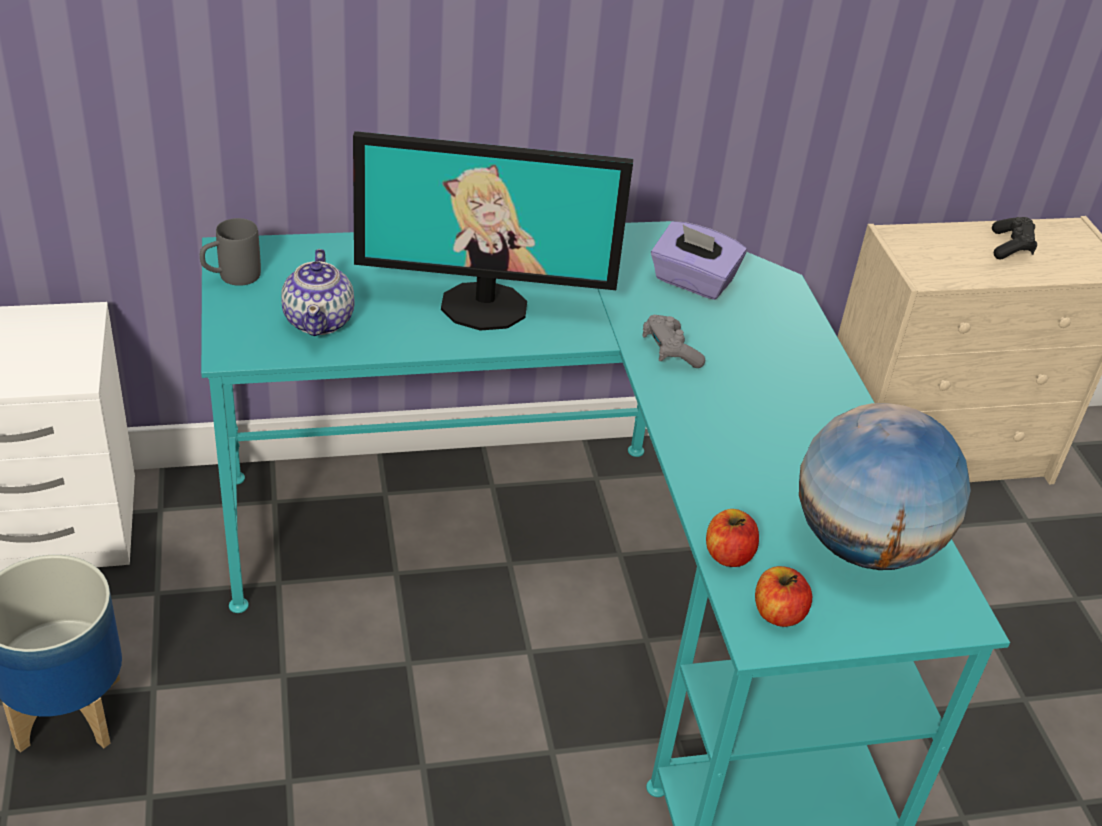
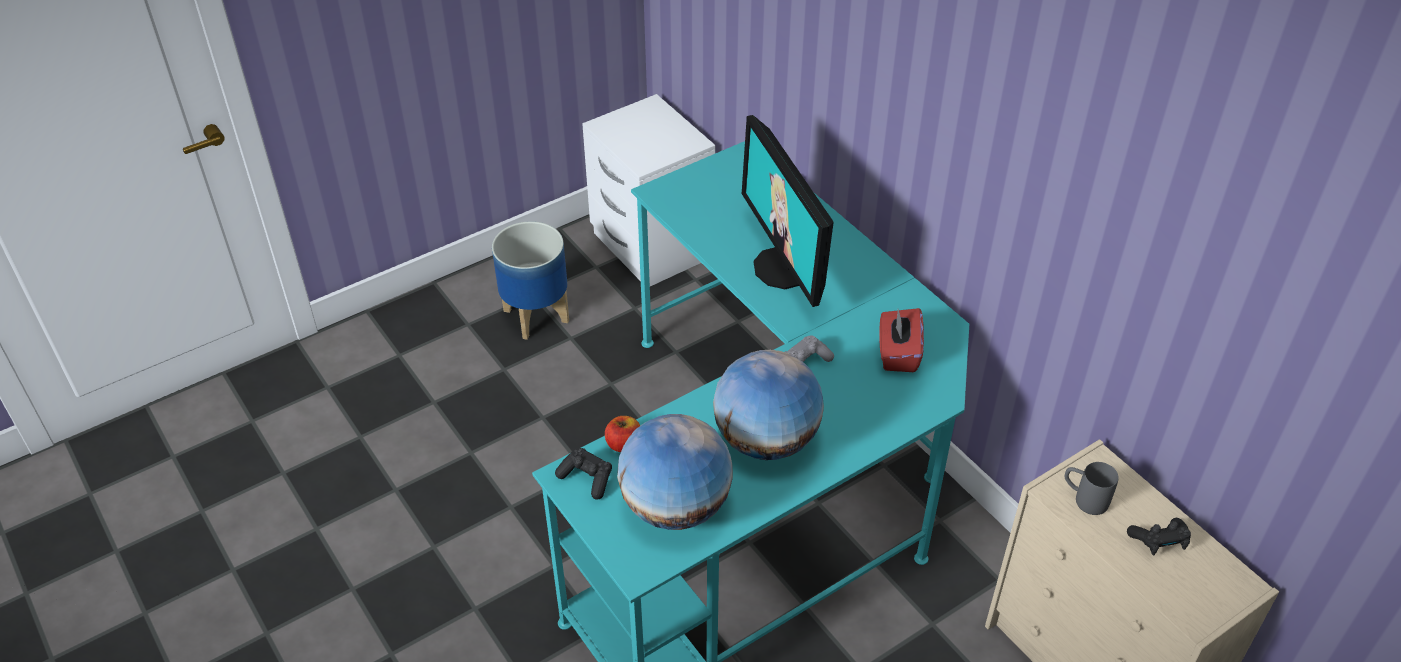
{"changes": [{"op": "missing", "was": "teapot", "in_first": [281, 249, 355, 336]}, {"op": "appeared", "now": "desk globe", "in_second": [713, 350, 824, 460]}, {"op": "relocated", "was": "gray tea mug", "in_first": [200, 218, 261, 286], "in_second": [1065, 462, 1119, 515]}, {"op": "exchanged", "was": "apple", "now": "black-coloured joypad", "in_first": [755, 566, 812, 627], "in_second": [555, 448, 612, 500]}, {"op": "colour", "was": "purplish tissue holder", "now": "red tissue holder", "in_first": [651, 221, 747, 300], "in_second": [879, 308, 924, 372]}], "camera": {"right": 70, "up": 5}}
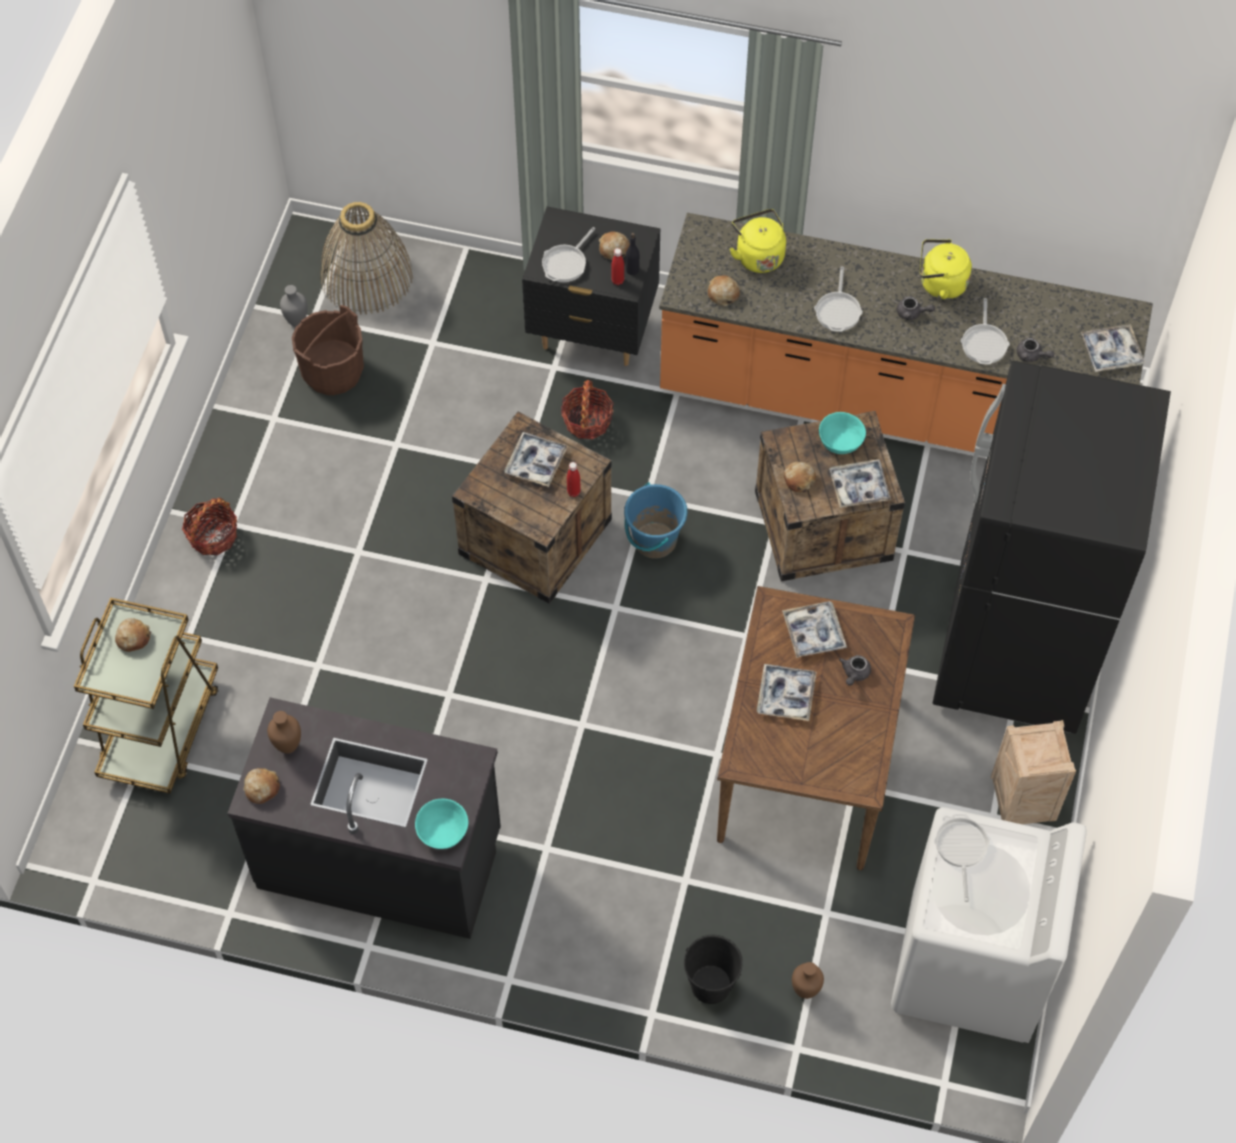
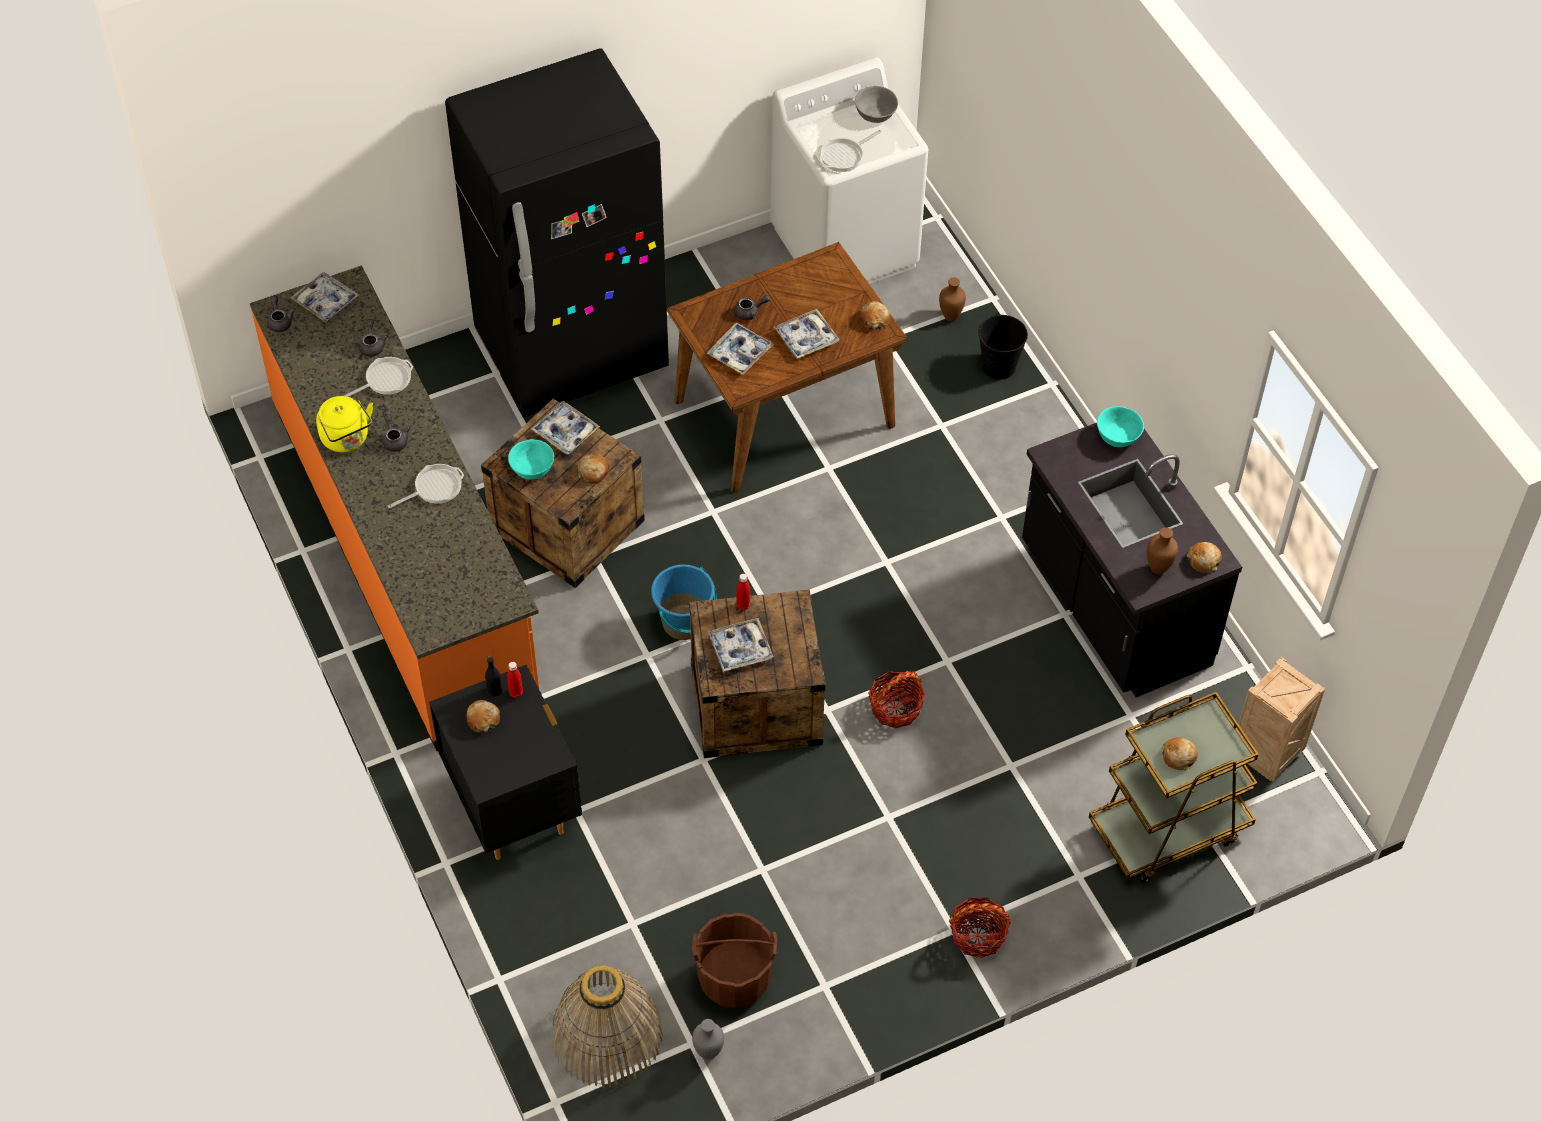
{"changes": [{"op": "missing", "was": "pan", "in_first": [542, 227, 595, 282]}, {"op": "missing", "was": "yellow water kettle", "in_first": [730, 209, 786, 273]}, {"op": "appeared", "now": "gray teapot", "in_second": [267, 295, 295, 332]}, {"op": "appeared", "now": "gray deep dish", "in_second": [855, 86, 898, 123]}, {"op": "relocated", "was": "household basket", "in_first": [561, 380, 614, 439], "in_second": [868, 671, 925, 728]}, {"op": "relocated", "was": "bread", "in_first": [708, 275, 740, 306], "in_second": [860, 301, 890, 330]}, {"op": "relocated", "was": "packing crate", "in_first": [991, 720, 1076, 824], "in_second": [1237, 657, 1325, 782]}], "camera": {"right": -130, "up": -5}}
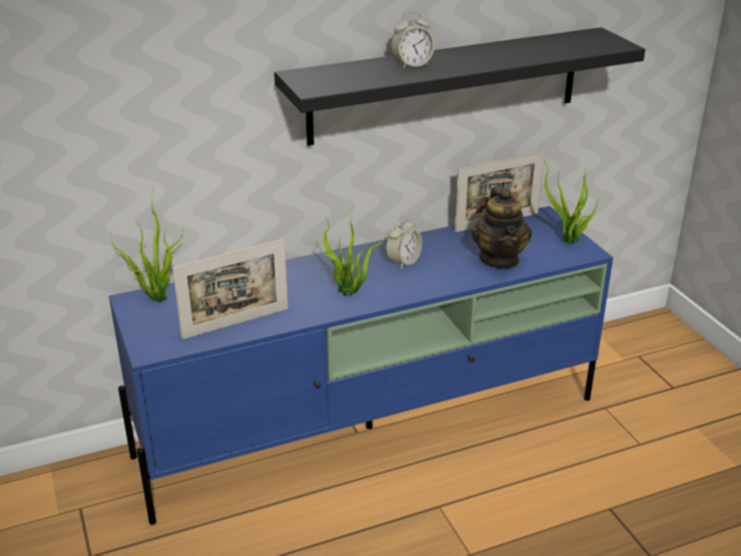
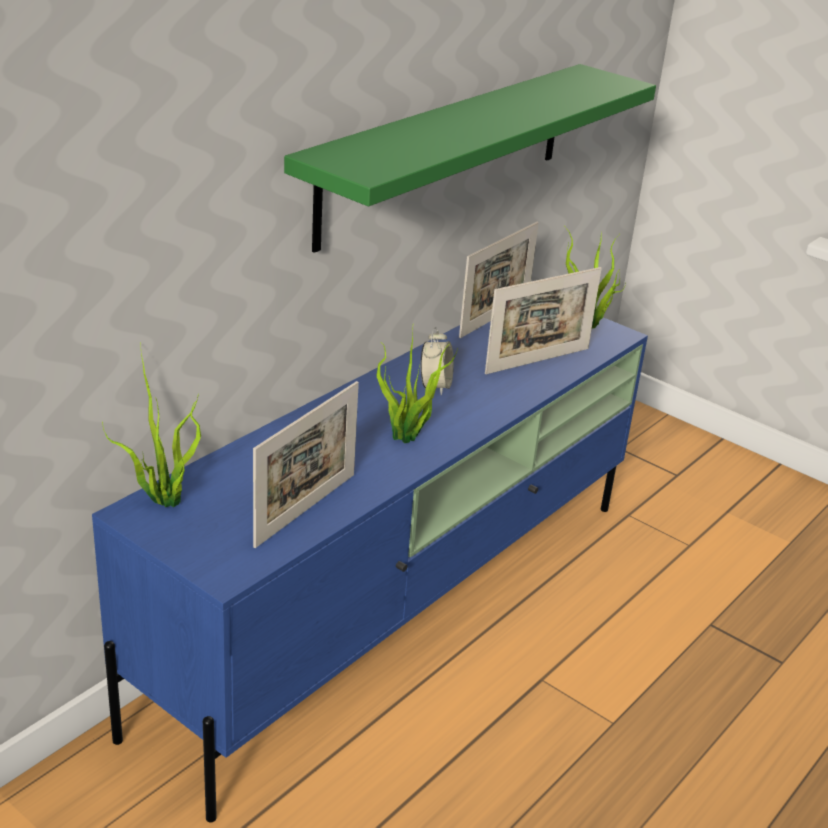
{"changes": [{"op": "missing", "was": "table clock", "in_first": [391, 12, 435, 69]}, {"op": "exchanged", "was": "teapot", "now": "standing frame", "in_first": [471, 187, 532, 269], "in_second": [485, 267, 602, 374]}, {"op": "colour", "was": "black-coloured bracket shelf", "now": "green-coloured bracket shelf", "in_first": [274, 27, 645, 146], "in_second": [284, 64, 656, 253]}], "camera": {"right": -30, "up": 0}}
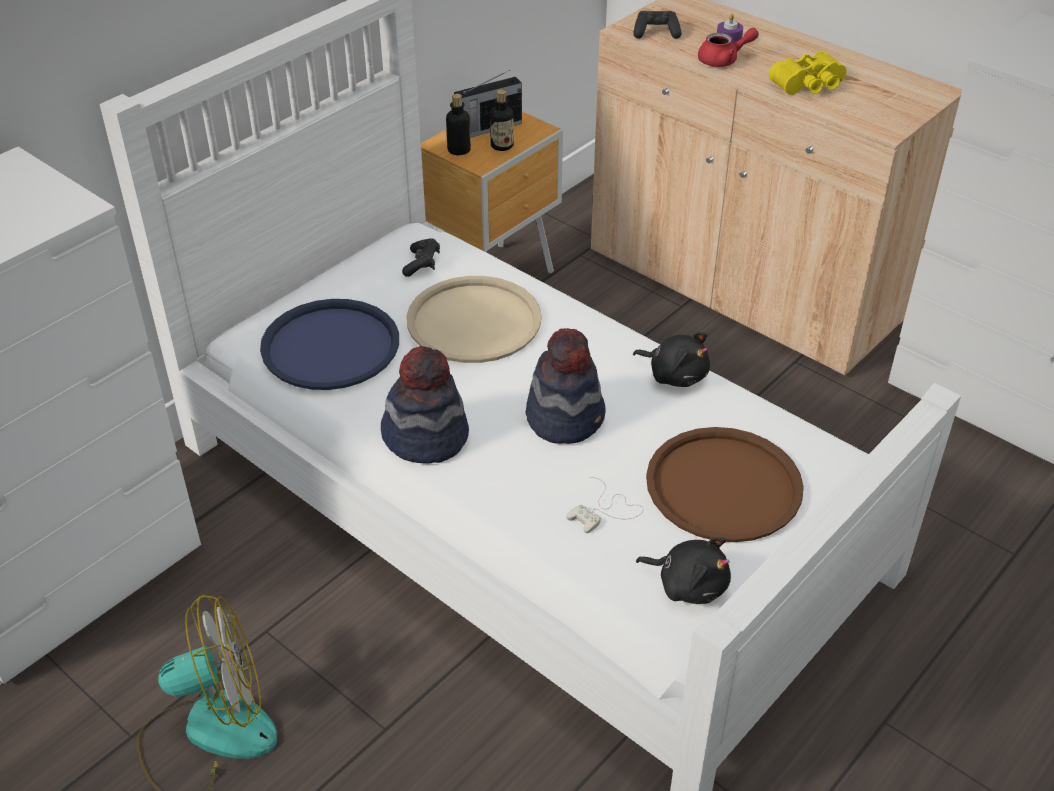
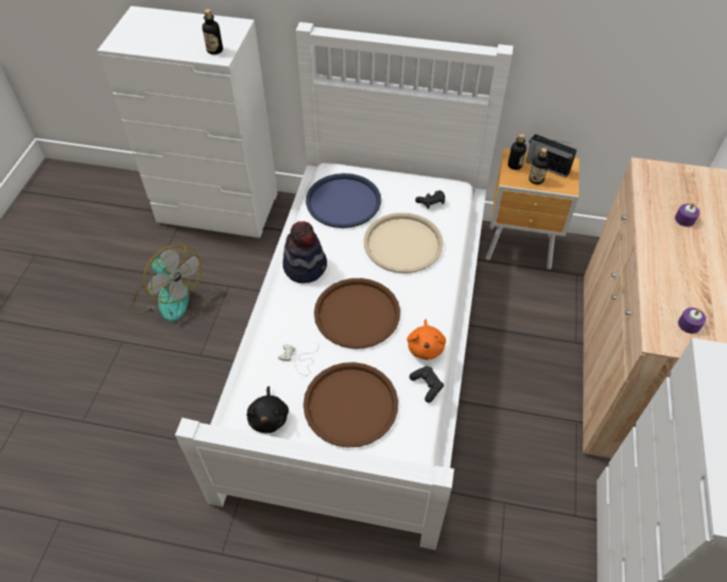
{"changes": [{"op": "missing", "was": "red teapot", "in_first": [698, 28, 759, 67]}, {"op": "missing", "was": "yellow field glasses", "in_first": [769, 51, 846, 95]}, {"op": "appeared", "now": "bottle", "in_second": [202, 9, 223, 55]}, {"op": "appeared", "now": "purplish candle", "in_second": [678, 308, 706, 334]}, {"op": "relocated", "was": "black-coloured joypad", "in_first": [633, 11, 682, 39], "in_second": [409, 366, 444, 403]}, {"op": "exchanged", "was": "wearable hat", "now": "brownish serving tray", "in_first": [525, 328, 606, 444], "in_second": [314, 278, 400, 349]}, {"op": "colour", "was": "black-coloured plush toy", "now": "orangey plush toy", "in_first": [633, 332, 710, 387], "in_second": [407, 319, 446, 360]}], "camera": {"right": 60, "up": 10}}
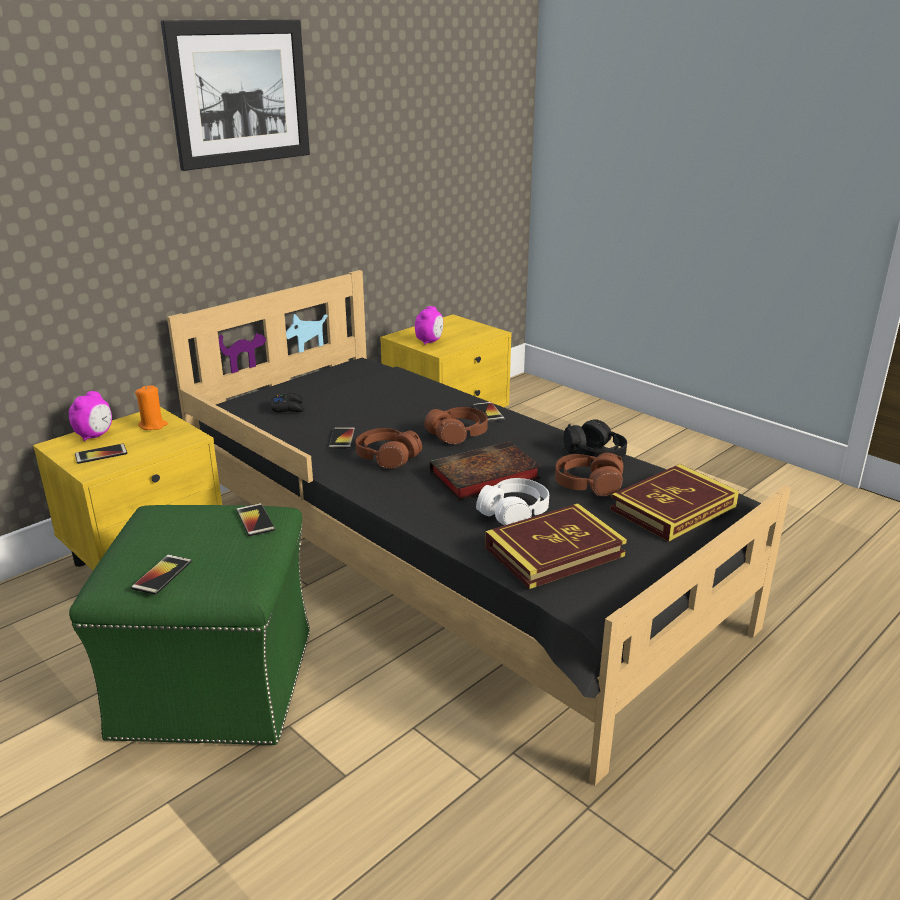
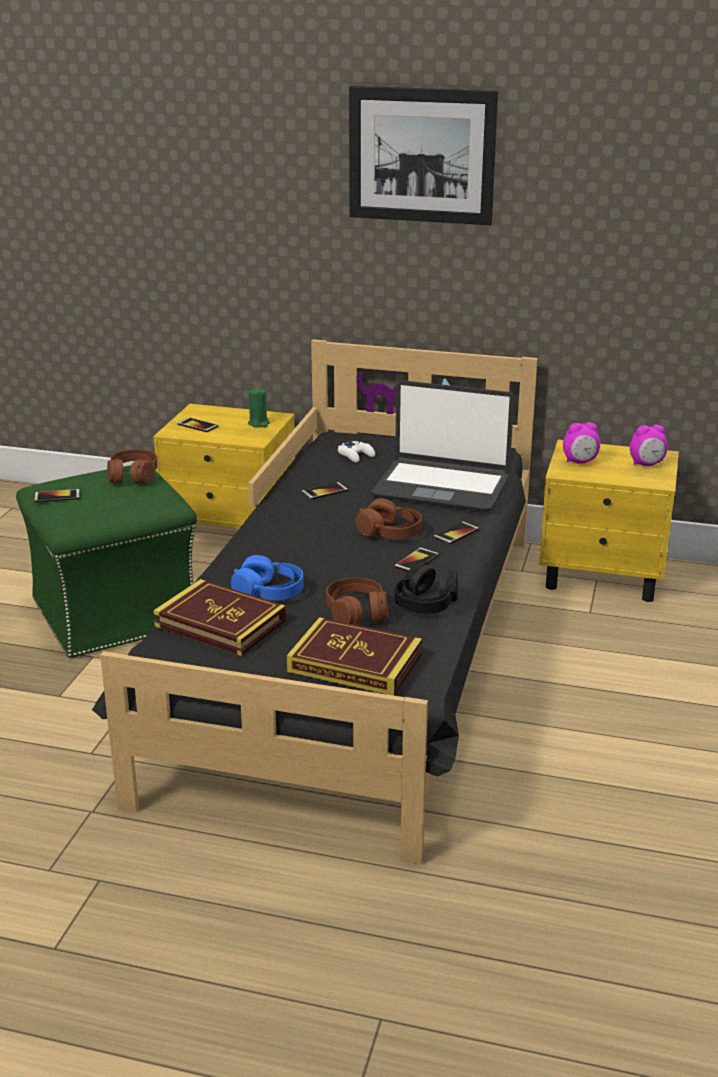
{"changes": [{"op": "missing", "was": "bound book", "in_first": [430, 441, 541, 501]}, {"op": "appeared", "now": "portable computer", "in_second": [372, 380, 514, 512]}, {"op": "relocated", "was": "table clock", "in_first": [69, 391, 112, 441], "in_second": [630, 425, 668, 466]}, {"op": "relocated", "was": "phone", "in_first": [236, 503, 275, 536], "in_second": [394, 547, 439, 572]}, {"op": "relocated", "was": "brownish pair of headphones", "in_first": [356, 428, 422, 469], "in_second": [107, 450, 158, 484]}, {"op": "colour", "was": "orangey candle", "now": "green-coloured candle", "in_first": [135, 385, 168, 430], "in_second": [248, 387, 270, 428]}, {"op": "colour", "was": "black-coloured joypad", "now": "white joypad", "in_first": [271, 393, 304, 412], "in_second": [338, 441, 375, 463]}, {"op": "colour", "was": "white pair of headphones", "now": "bluish pair of headphones", "in_first": [476, 478, 549, 525], "in_second": [231, 555, 304, 600]}], "camera": {"right": 60, "up": 0}}
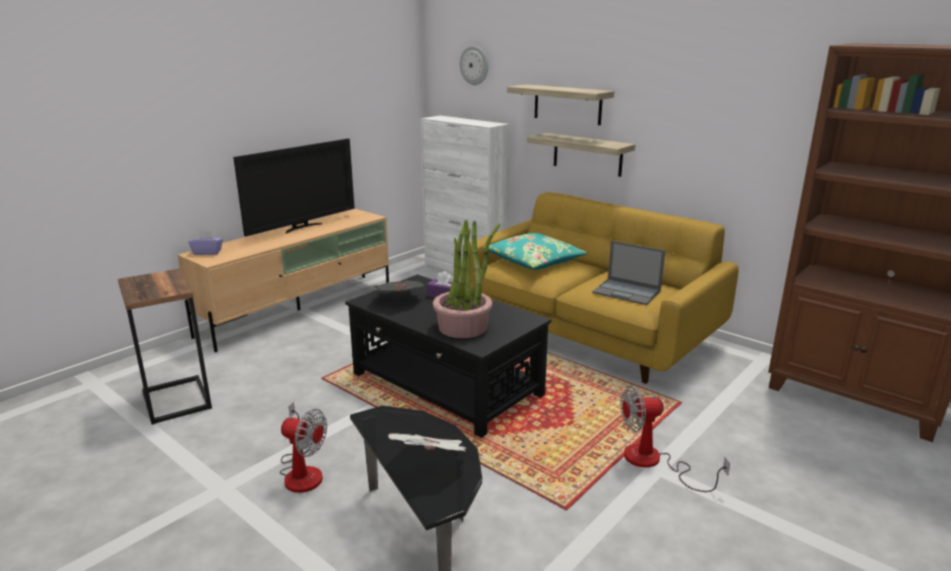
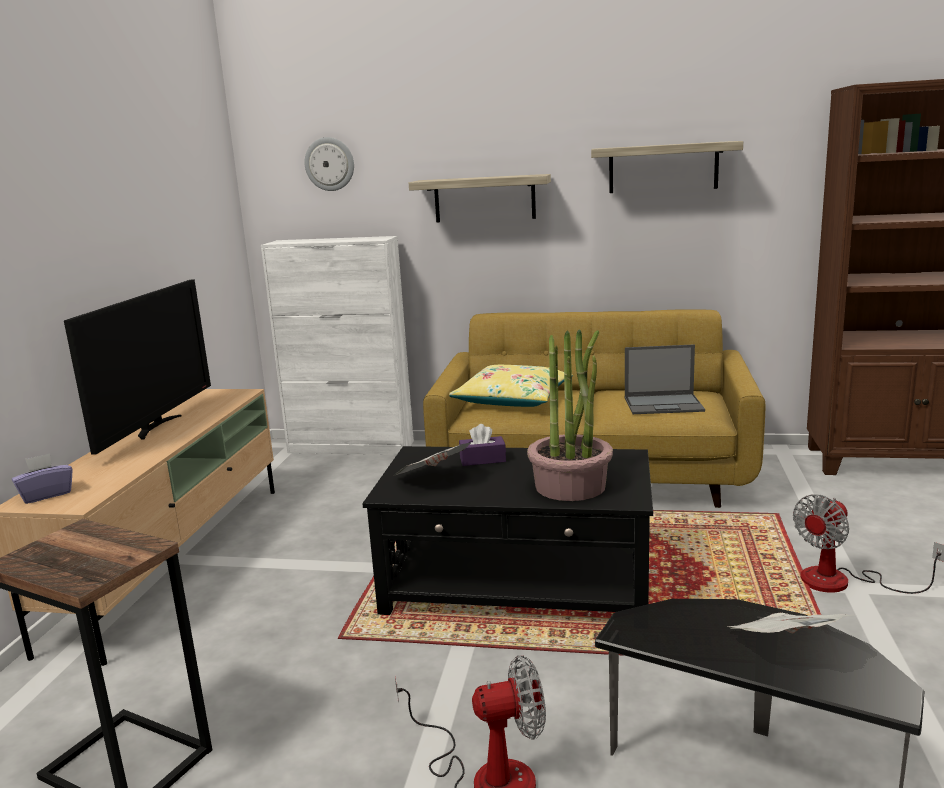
{"changes": [{"op": "relocated", "was": "bracket shelf", "in_first": [527, 133, 635, 177], "in_second": [591, 141, 743, 193]}, {"op": "colour", "was": "turquoise-coloured cushion", "now": "yellow cushion", "in_first": [484, 233, 587, 270], "in_second": [449, 365, 573, 407]}], "camera": {"right": -30, "up": -5}}
